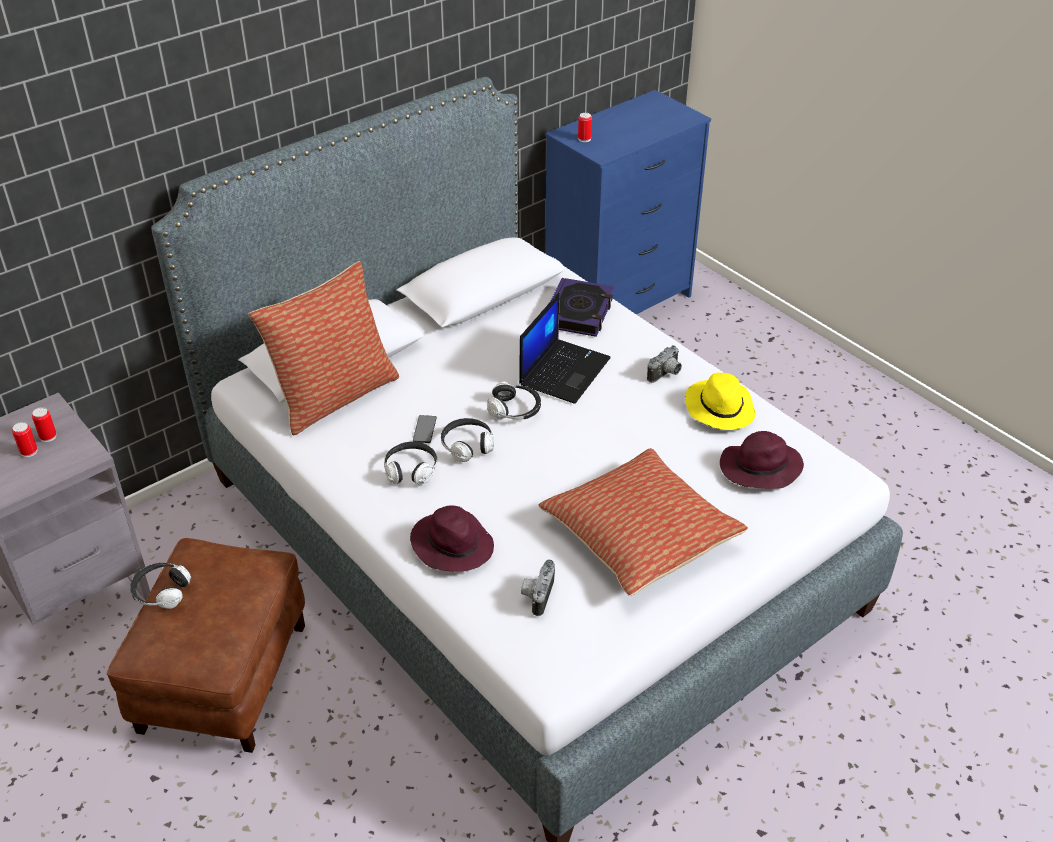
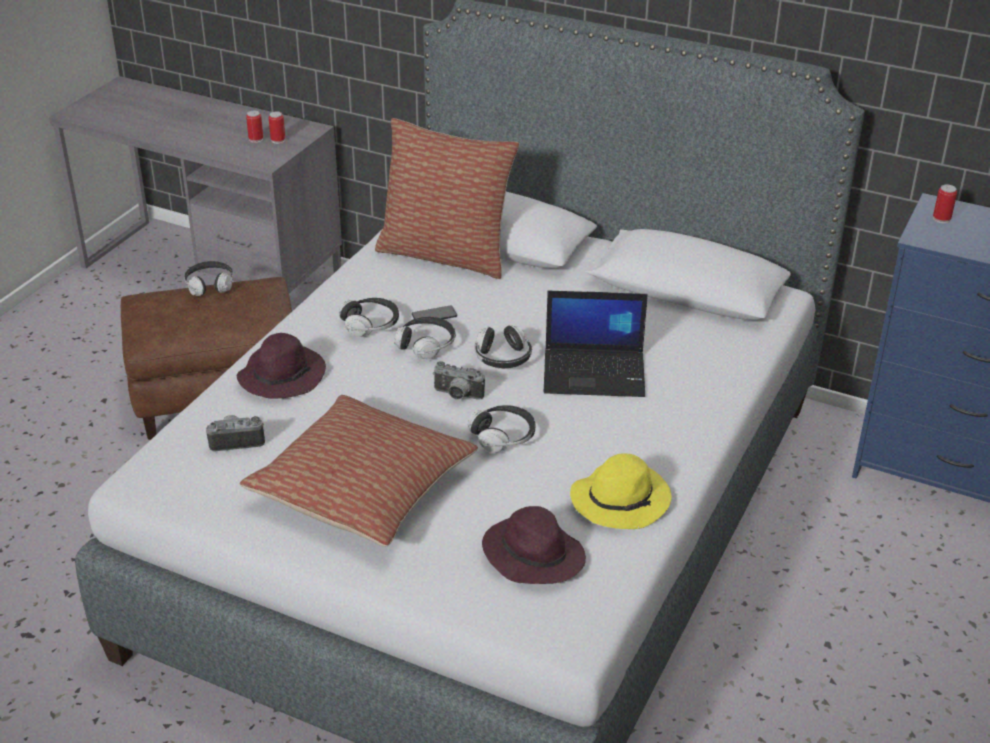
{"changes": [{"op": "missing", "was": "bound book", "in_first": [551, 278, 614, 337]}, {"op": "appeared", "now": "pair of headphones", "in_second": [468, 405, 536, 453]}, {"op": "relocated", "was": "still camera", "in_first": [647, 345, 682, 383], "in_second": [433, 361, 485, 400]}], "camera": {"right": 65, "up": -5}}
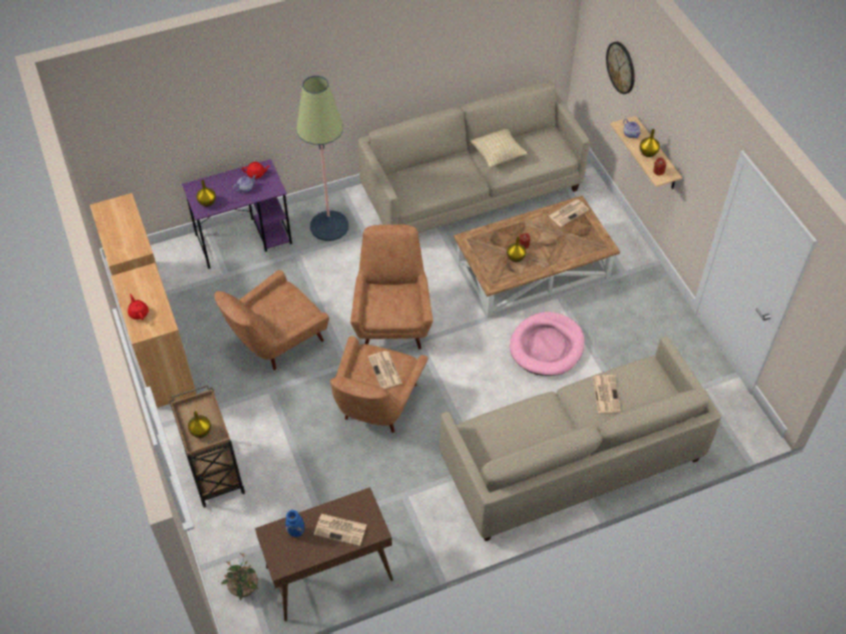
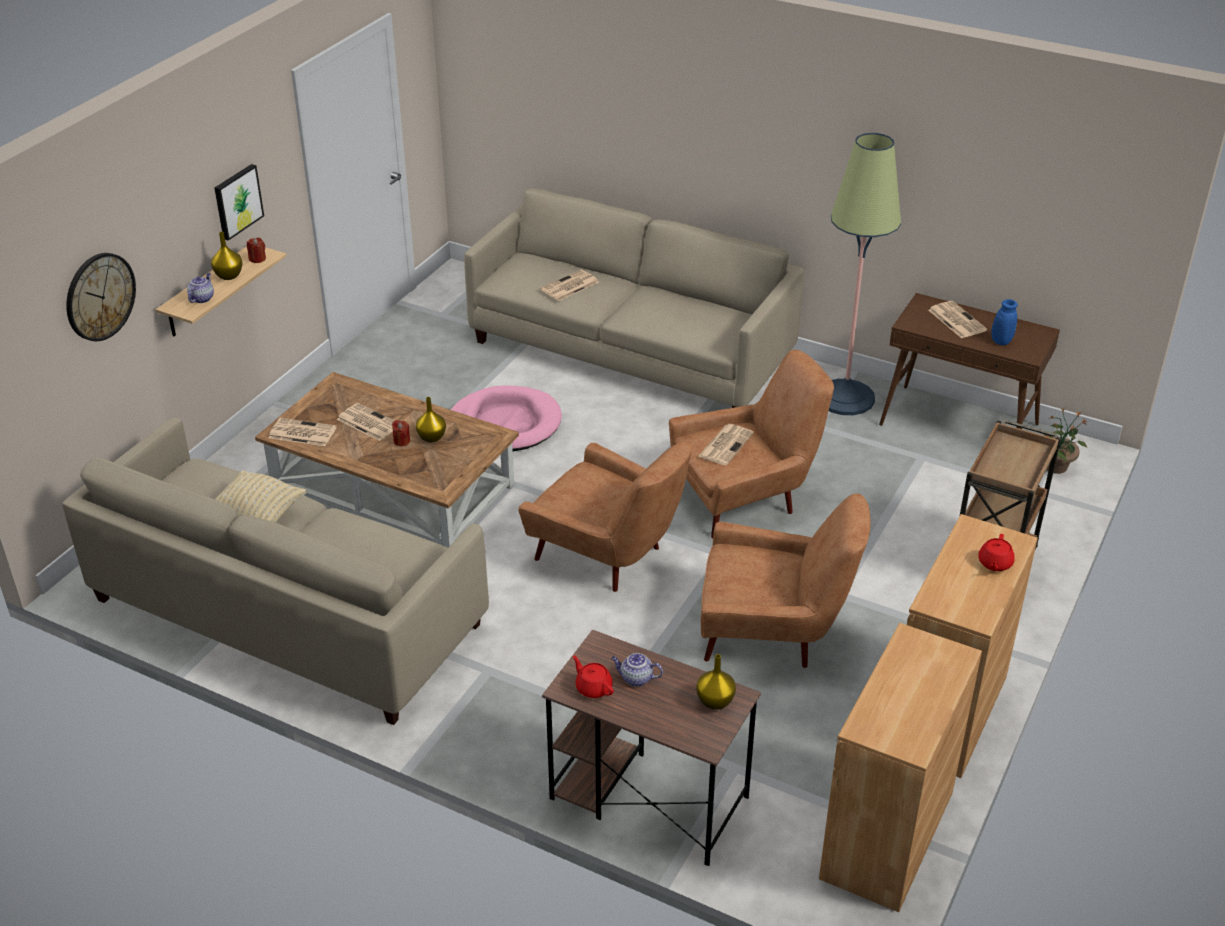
{"changes": [{"op": "missing", "was": "yellow flower vase", "in_first": [188, 411, 211, 438]}, {"op": "appeared", "now": "wall art", "in_second": [214, 164, 264, 241]}, {"op": "appeared", "now": "printed paper", "in_second": [337, 403, 395, 441]}, {"op": "relocated", "was": "standard lamp", "in_first": [297, 76, 349, 241], "in_second": [829, 133, 901, 415]}, {"op": "colour", "was": "purplish desk table", "now": "brownish desk table", "in_first": [182, 159, 292, 269], "in_second": [542, 630, 761, 866]}, {"op": "spun", "was": "brownish easy chair", "in_first": [350, 224, 433, 349], "in_second": [518, 441, 692, 592], "clockwise": -105}], "camera": {"right": -130, "up": -15}}
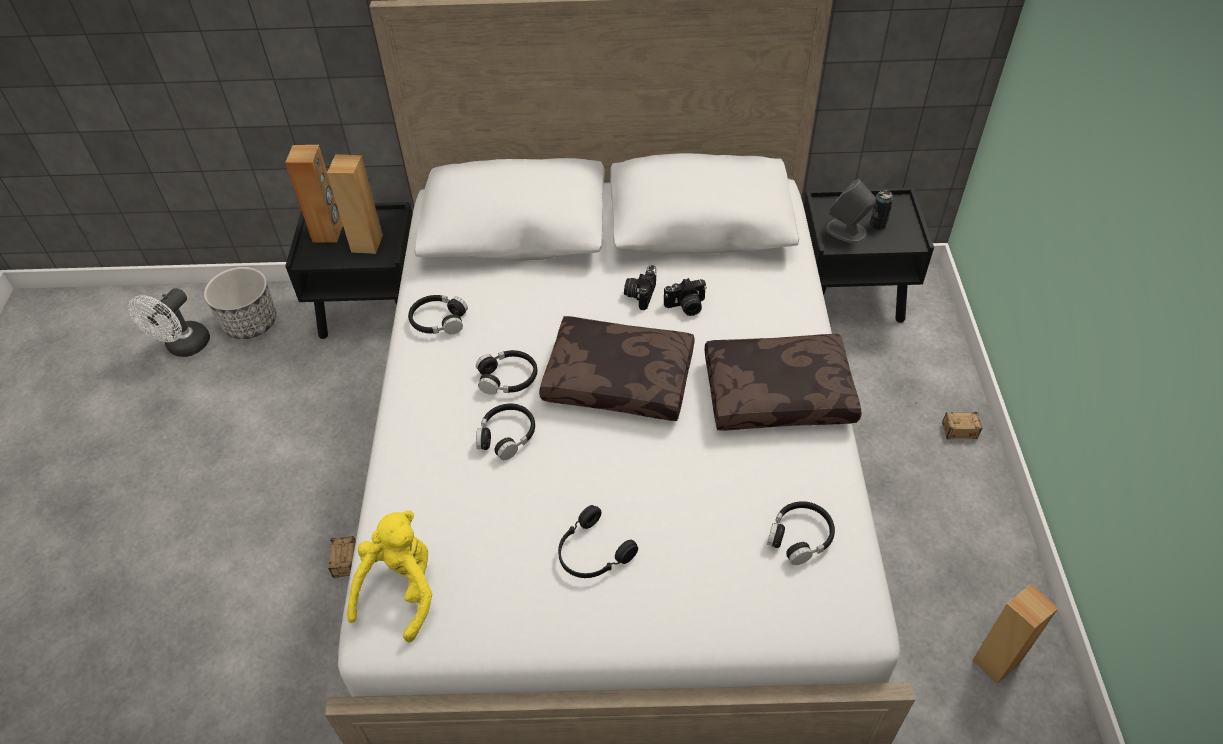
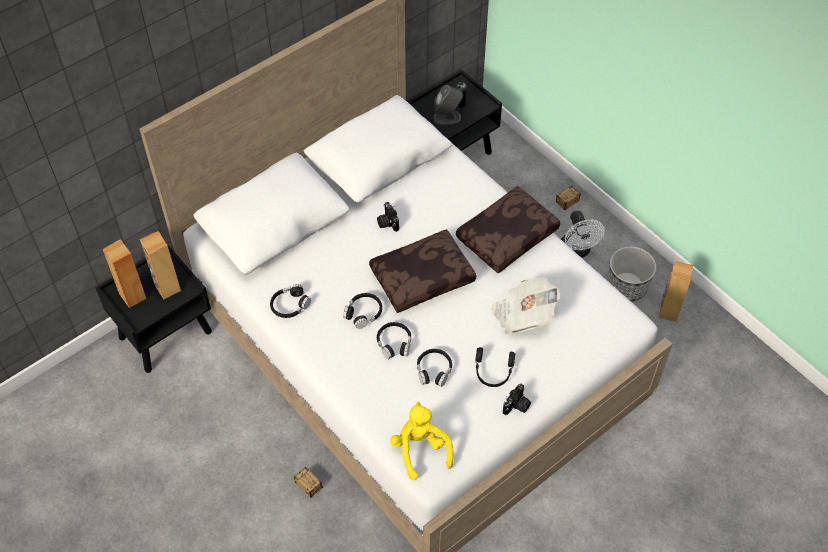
{"changes": [{"op": "appeared", "now": "printed paper", "in_second": [492, 277, 561, 334]}, {"op": "relocated", "was": "white cooling fan", "in_first": [128, 288, 210, 357], "in_second": [561, 211, 605, 258]}, {"op": "relocated", "was": "plant pot", "in_first": [204, 267, 276, 339], "in_second": [607, 247, 656, 301]}, {"op": "relocated", "was": "still camera", "in_first": [664, 278, 707, 316], "in_second": [503, 384, 531, 415]}, {"op": "relocated", "was": "black-coloured pair of headphones", "in_first": [767, 501, 835, 565], "in_second": [417, 349, 452, 387]}], "camera": {"right": -40, "up": 5}}
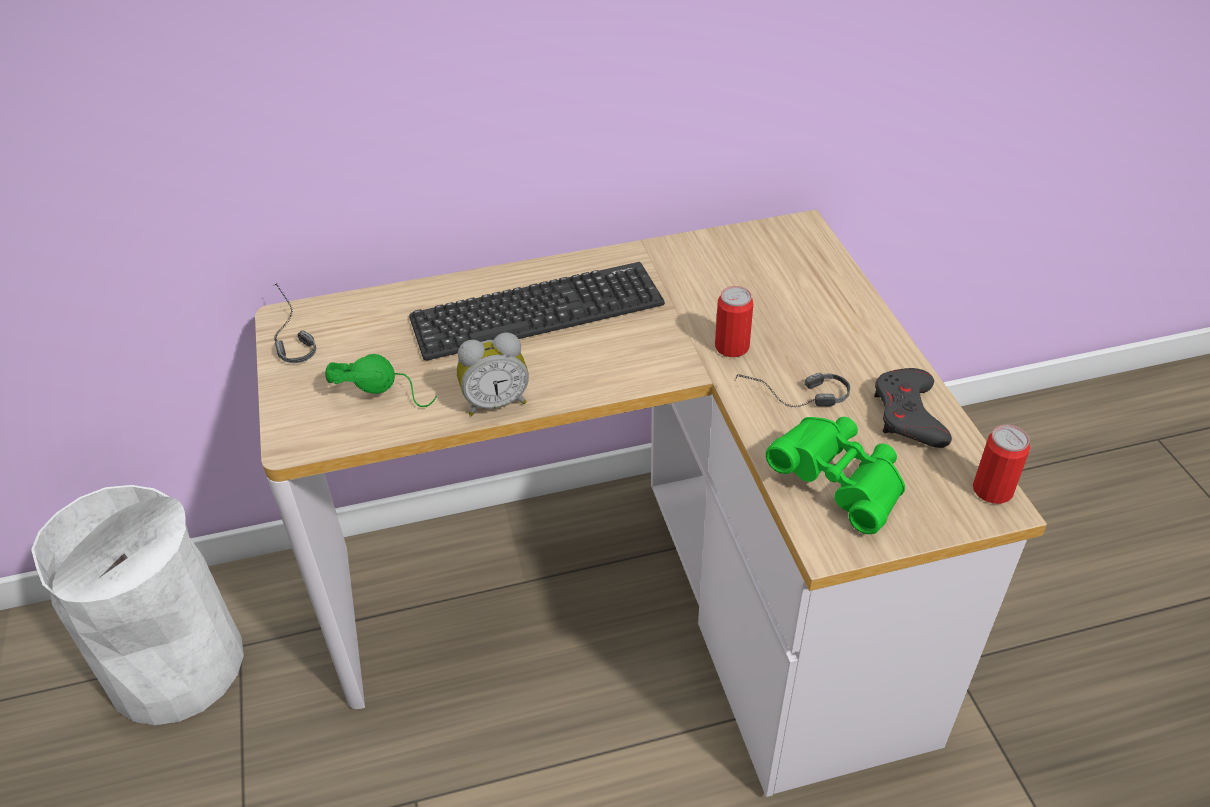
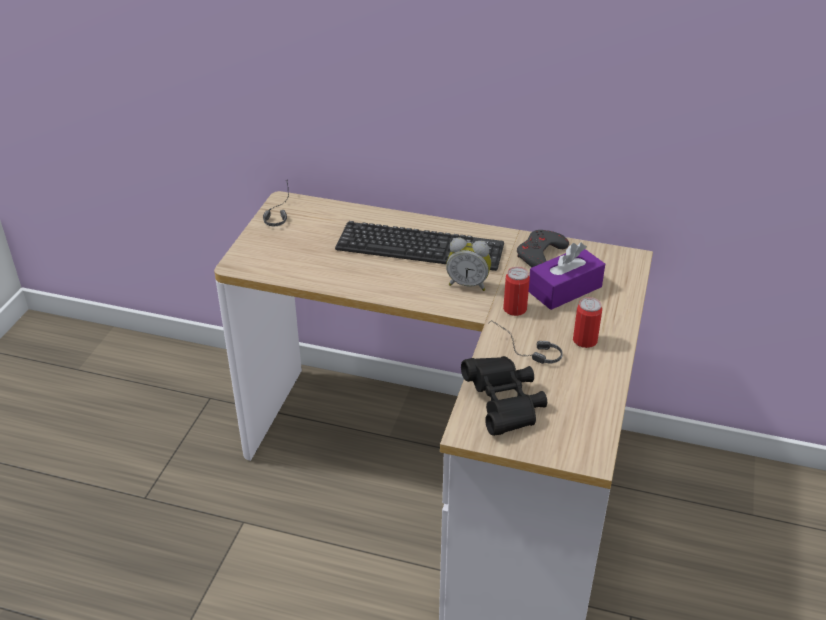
{"changes": [{"op": "missing", "was": "white waste bin", "in_first": [31, 485, 244, 725]}, {"op": "missing", "was": "green-coloured pair of headphones", "in_first": [325, 354, 437, 407]}, {"op": "appeared", "now": "purplish tissue holder", "in_second": [529, 242, 605, 310]}, {"op": "relocated", "was": "table clock", "in_first": [457, 332, 529, 416], "in_second": [446, 237, 491, 291]}, {"op": "relocated", "was": "gray joypad", "in_first": [874, 368, 952, 448], "in_second": [517, 230, 569, 268]}, {"op": "relocated", "was": "metal can", "in_first": [973, 425, 1030, 504], "in_second": [573, 297, 602, 348]}, {"op": "colour", "was": "green-coloured field glasses", "now": "black-coloured field glasses", "in_first": [766, 417, 905, 534], "in_second": [461, 356, 547, 436]}], "camera": {"right": 30, "up": -5}}
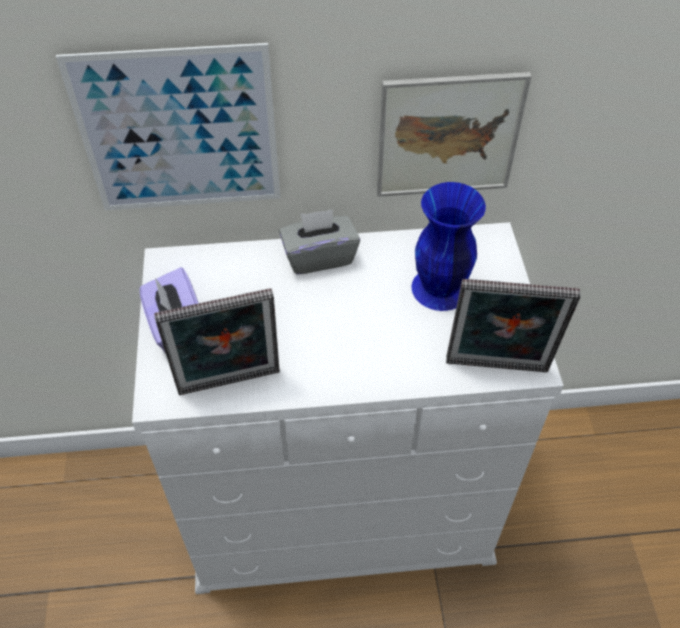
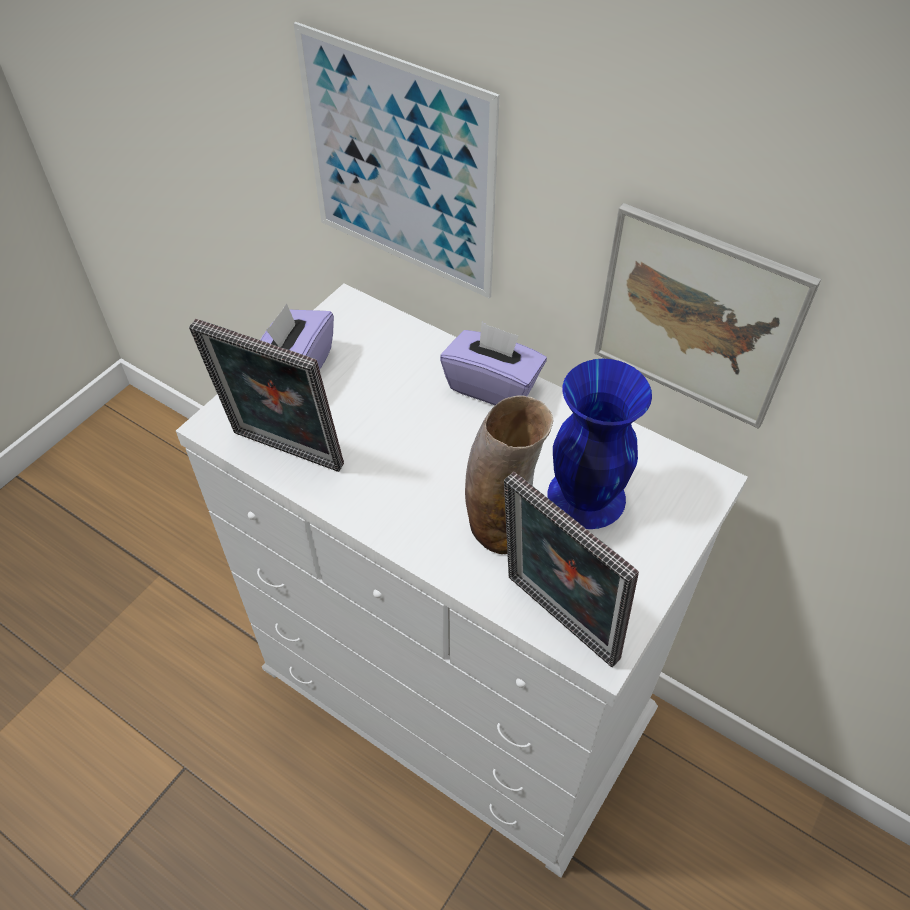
{"changes": [{"op": "appeared", "now": "flower vase", "in_second": [465, 395, 554, 554]}, {"op": "colour", "was": "gray tissue holder", "now": "purplish tissue holder", "in_first": [279, 209, 360, 275], "in_second": [440, 322, 547, 405]}], "camera": {"right": 40, "up": 0}}
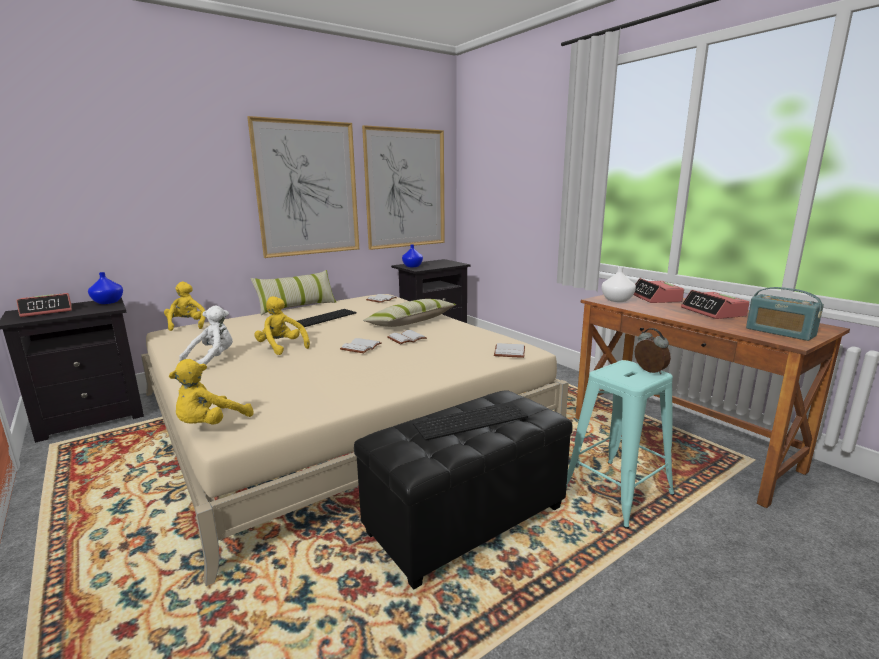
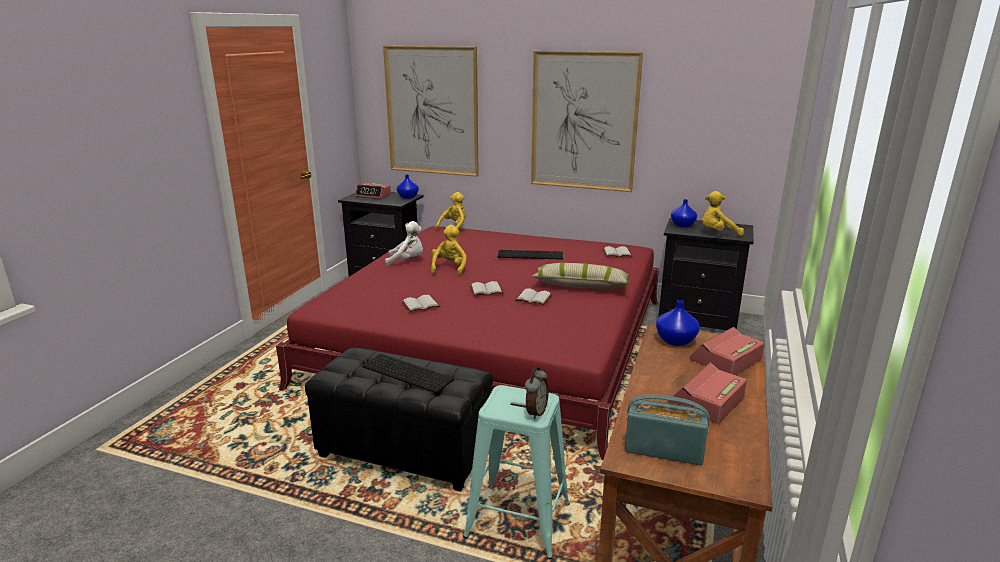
{"changes": [{"op": "missing", "was": "cushion", "in_first": [251, 270, 336, 315]}, {"op": "relocated", "was": "yellow plush toy", "in_first": [169, 359, 254, 424], "in_second": [702, 191, 744, 236]}, {"op": "relocated", "was": "wall art", "in_first": [362, 125, 445, 250], "in_second": [383, 46, 479, 177]}, {"op": "relocated", "was": "white bound book", "in_first": [494, 343, 525, 358], "in_second": [402, 295, 440, 312]}, {"op": "colour", "was": "beige-coloured bed", "now": "red bed", "in_first": [141, 294, 569, 586], "in_second": [276, 226, 659, 460]}, {"op": "colour", "was": "white flower vase", "now": "bluish flower vase", "in_first": [602, 267, 636, 302], "in_second": [656, 300, 700, 346]}, {"op": "spun", "was": "radio receiver", "in_first": [746, 287, 824, 341], "in_second": [625, 394, 710, 465], "clockwise": 90}], "camera": {"right": 55, "up": 5}}
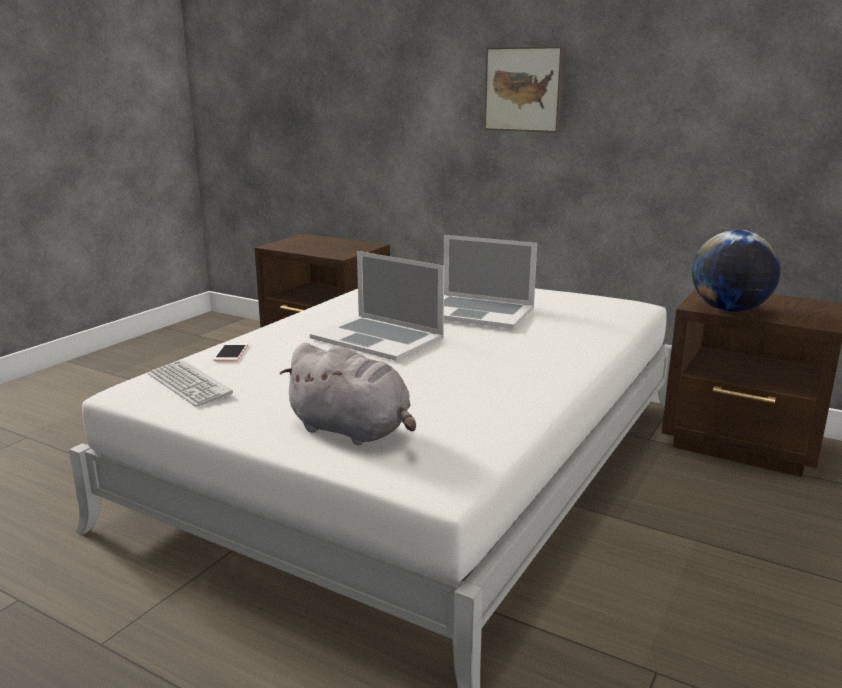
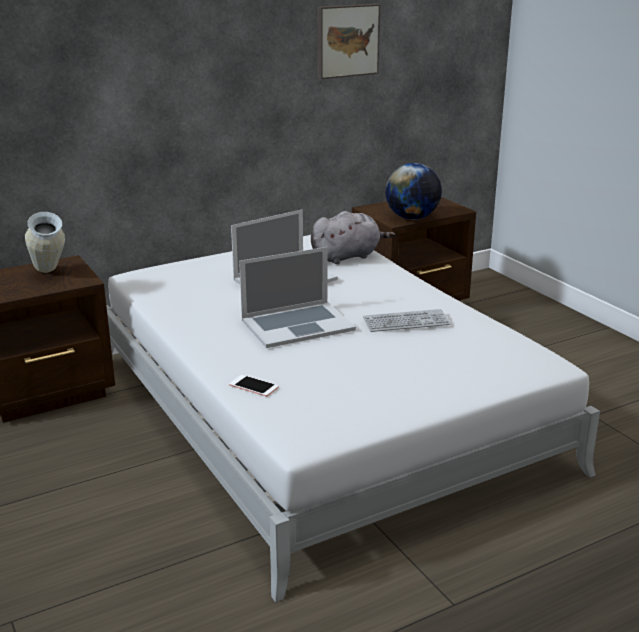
{"changes": [{"op": "appeared", "now": "flower vase", "in_second": [25, 212, 65, 273]}, {"op": "relocated", "was": "PC keyboard", "in_first": [148, 360, 233, 407], "in_second": [363, 309, 450, 332]}, {"op": "relocated", "was": "gray plush toy", "in_first": [279, 343, 416, 445], "in_second": [311, 211, 395, 264]}, {"op": "relocated", "was": "wall art", "in_first": [484, 46, 565, 133], "in_second": [317, 4, 380, 79]}], "camera": {"right": -60, "up": 5}}
